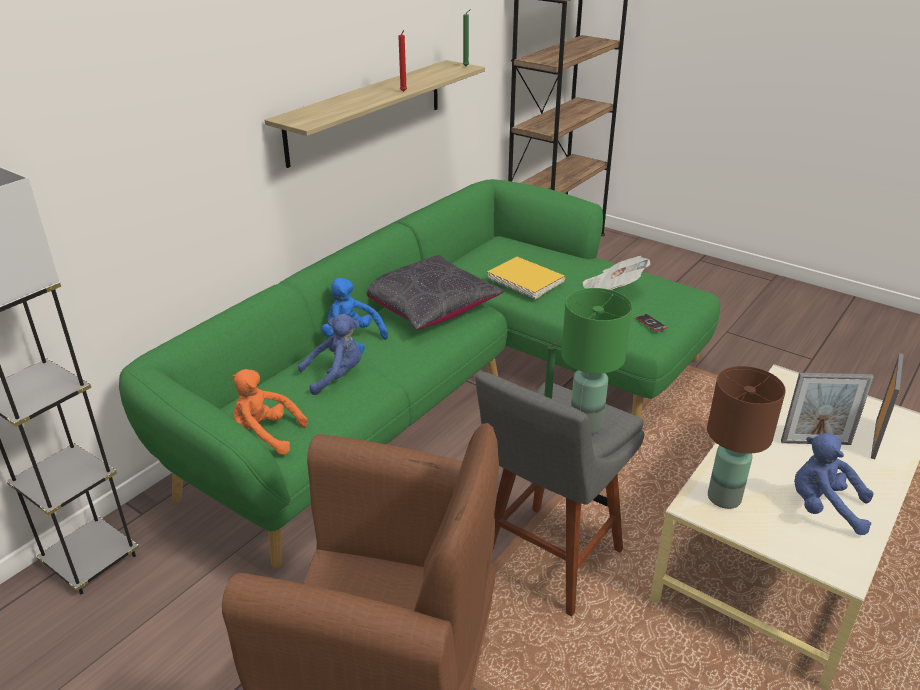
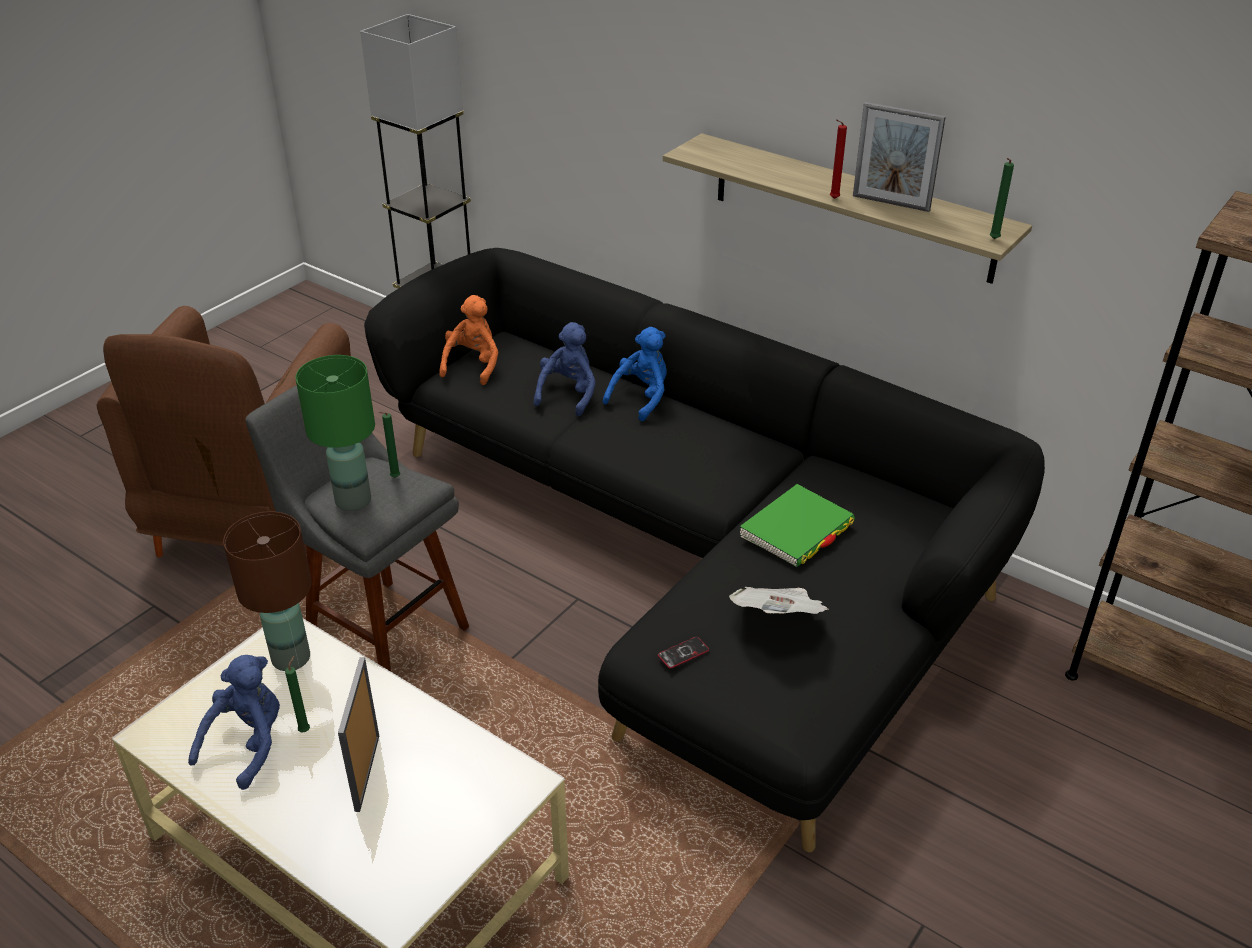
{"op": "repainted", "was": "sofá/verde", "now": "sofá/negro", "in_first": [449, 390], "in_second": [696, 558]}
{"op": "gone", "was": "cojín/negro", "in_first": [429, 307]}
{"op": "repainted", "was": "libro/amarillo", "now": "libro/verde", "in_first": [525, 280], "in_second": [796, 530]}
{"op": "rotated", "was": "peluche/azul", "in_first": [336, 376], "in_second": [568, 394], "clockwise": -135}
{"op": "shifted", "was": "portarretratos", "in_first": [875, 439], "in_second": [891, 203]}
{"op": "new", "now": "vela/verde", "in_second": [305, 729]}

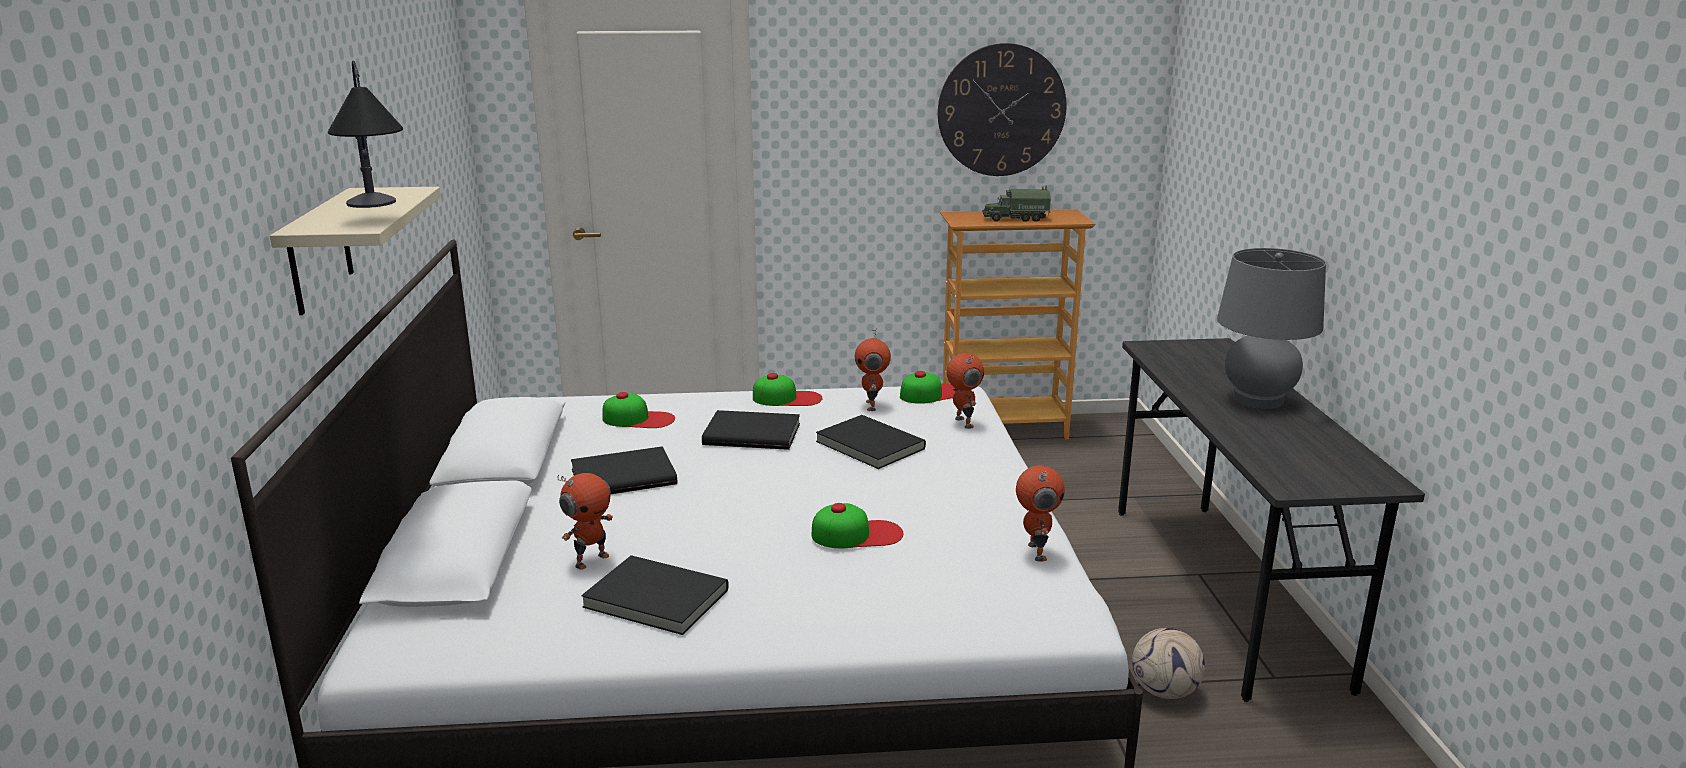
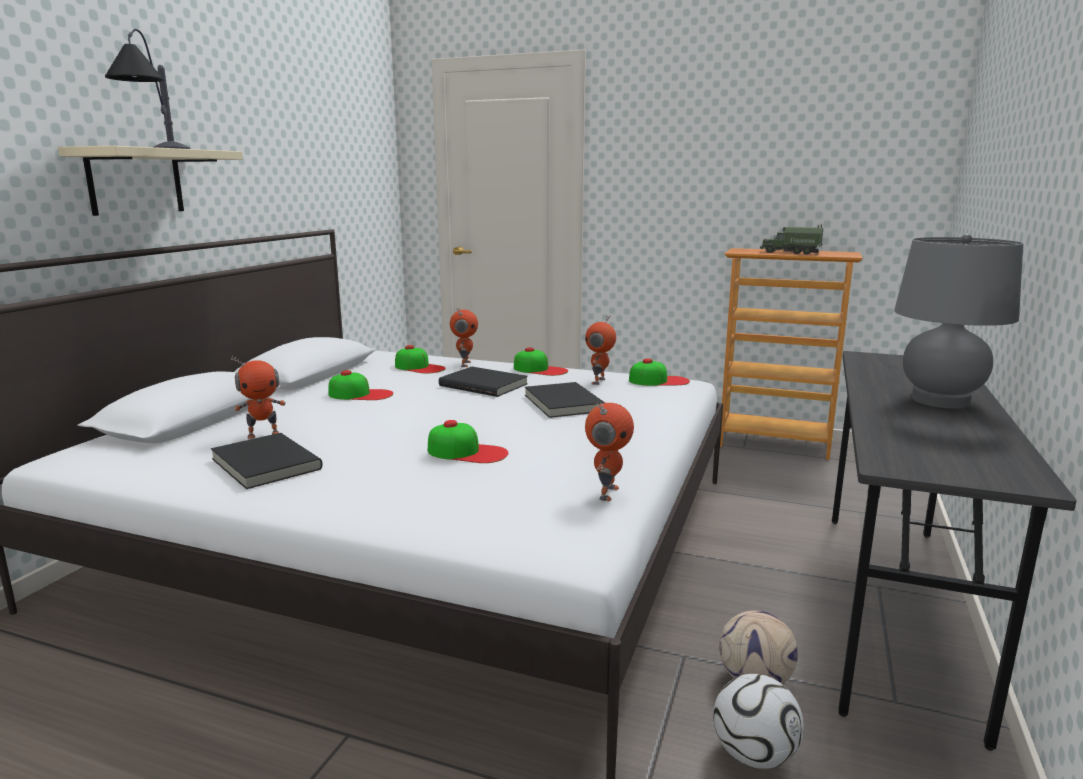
{"op": "gone", "was": "reloj de pared", "in_first": [1001, 110]}
{"op": "shifted", "was": "robot de juguete", "in_first": [962, 423], "in_second": [464, 364]}
{"op": "swapped", "was": "libro/negro", "now": "gorra", "in_first": [623, 476], "in_second": [361, 394]}
{"op": "new", "now": "balón de fútbol", "in_second": [754, 755]}

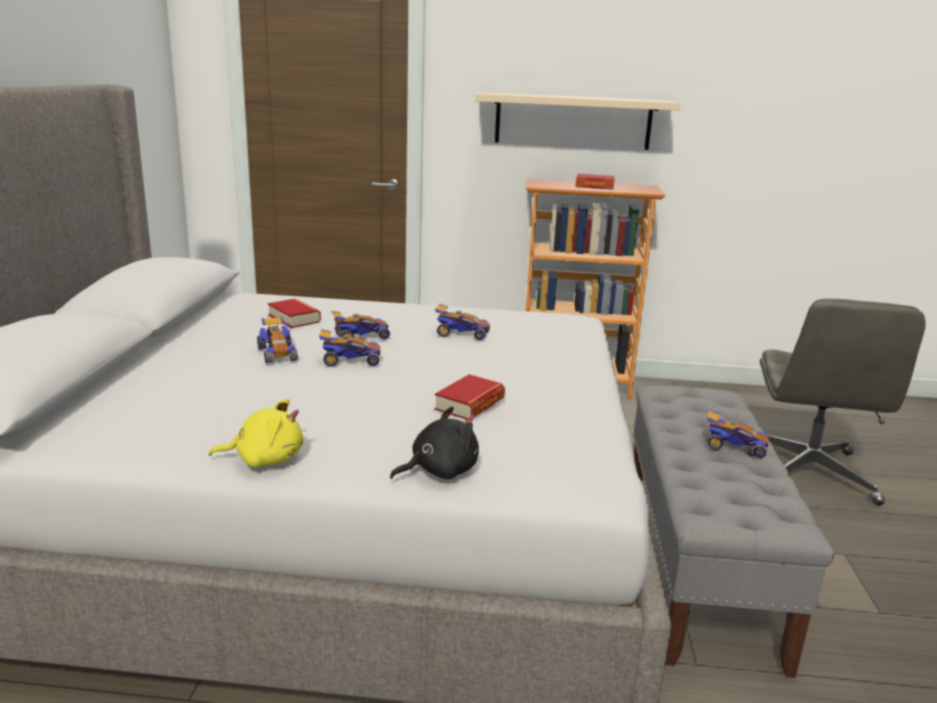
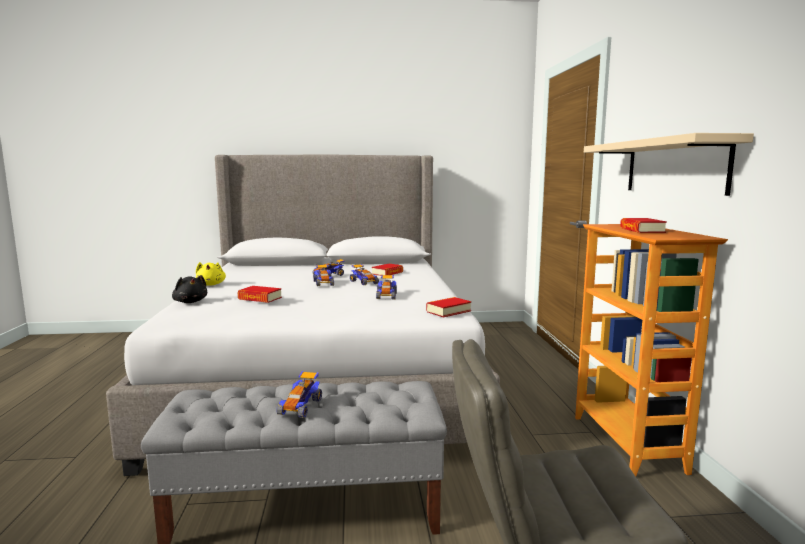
{"op": "new", "now": "libro", "in_second": [448, 311]}

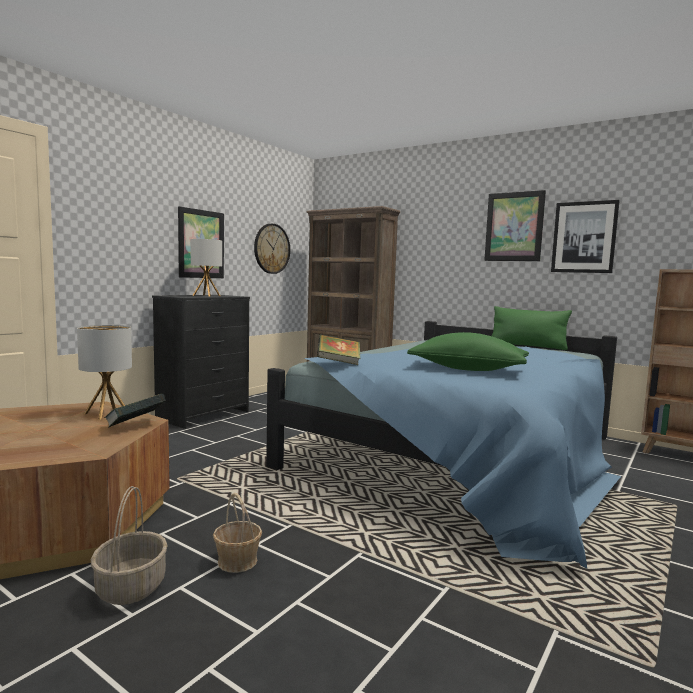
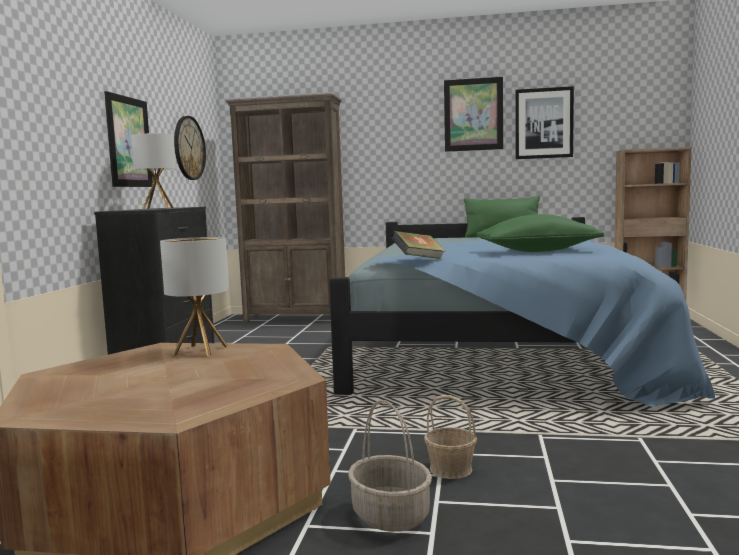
{"op": "gone", "was": "libro", "in_first": [135, 426]}

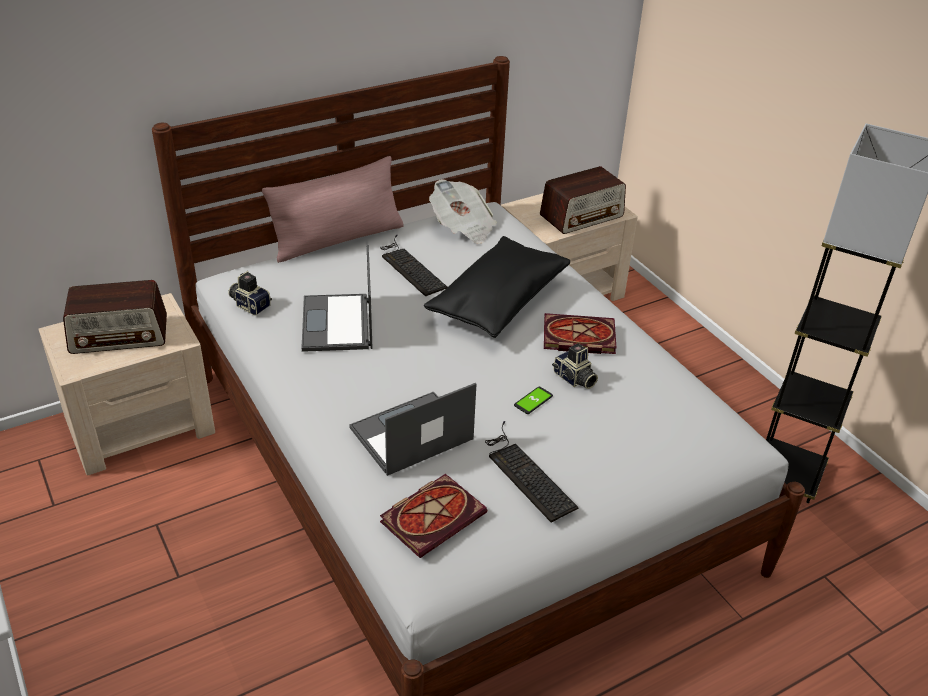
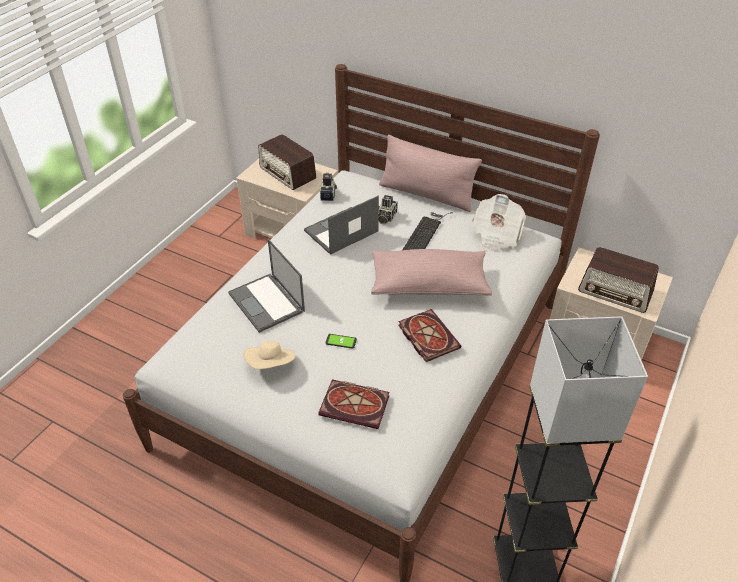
{"op": "repainted", "was": "cojín/negro", "now": "cojín/rosa", "in_first": [498, 302], "in_second": [429, 285]}
{"op": "shifted", "was": "cámara", "in_first": [574, 379], "in_second": [386, 217]}
{"op": "rotated", "was": "portátil", "in_first": [410, 435], "in_second": [267, 303], "clockwise": -150}
{"op": "swapped", "was": "teclado", "now": "sombrero/beis", "in_first": [525, 473], "in_second": [271, 365]}
{"op": "shifted", "was": "libro", "in_first": [433, 516], "in_second": [356, 405]}

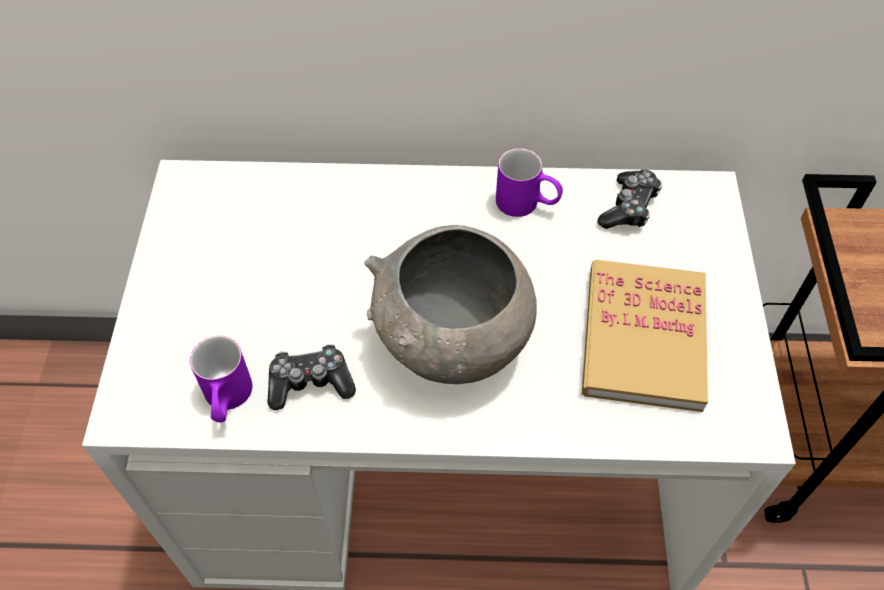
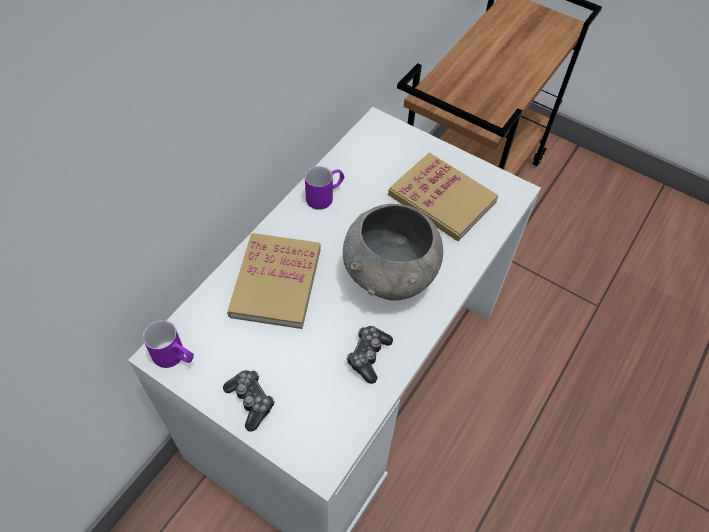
{"op": "shifted", "was": "mando de consola", "in_first": [629, 207], "in_second": [251, 401]}
{"op": "shifted", "was": "taza grande/morado", "in_first": [227, 400], "in_second": [175, 357]}
{"op": "new", "now": "libro", "in_second": [276, 282]}

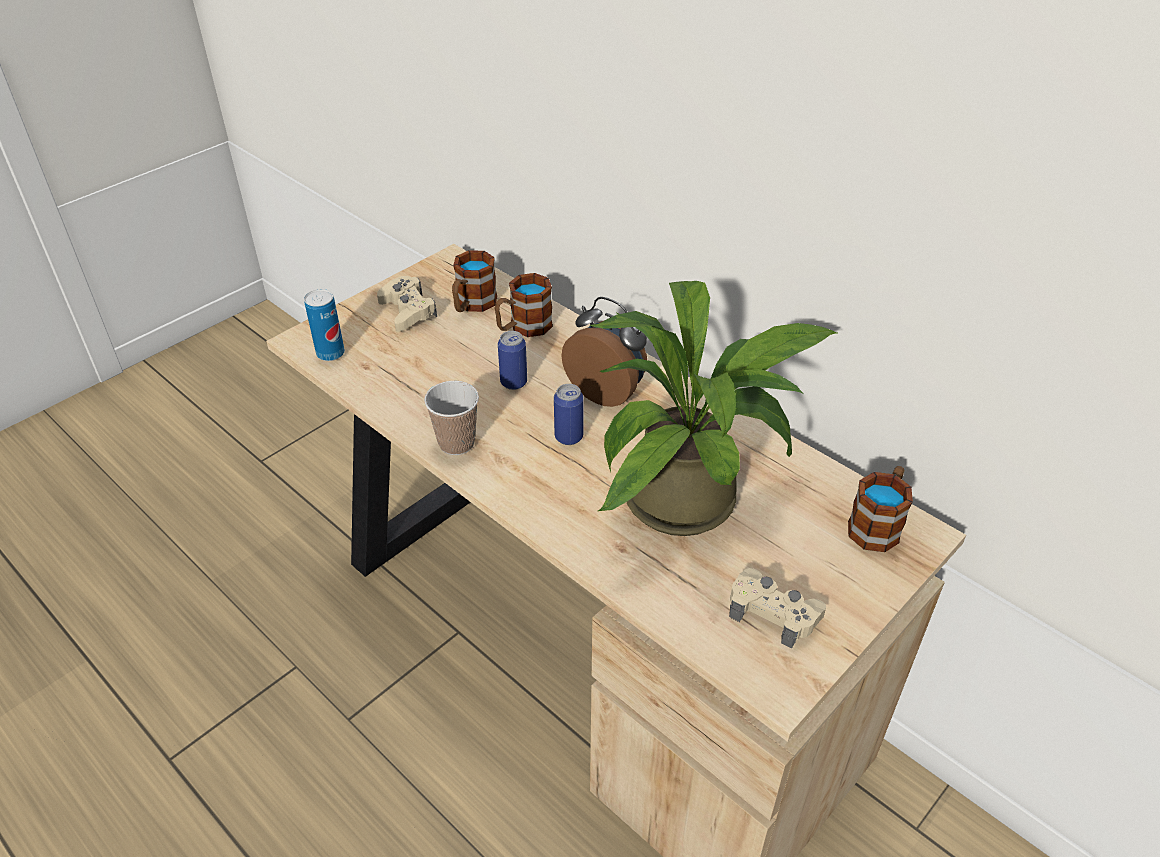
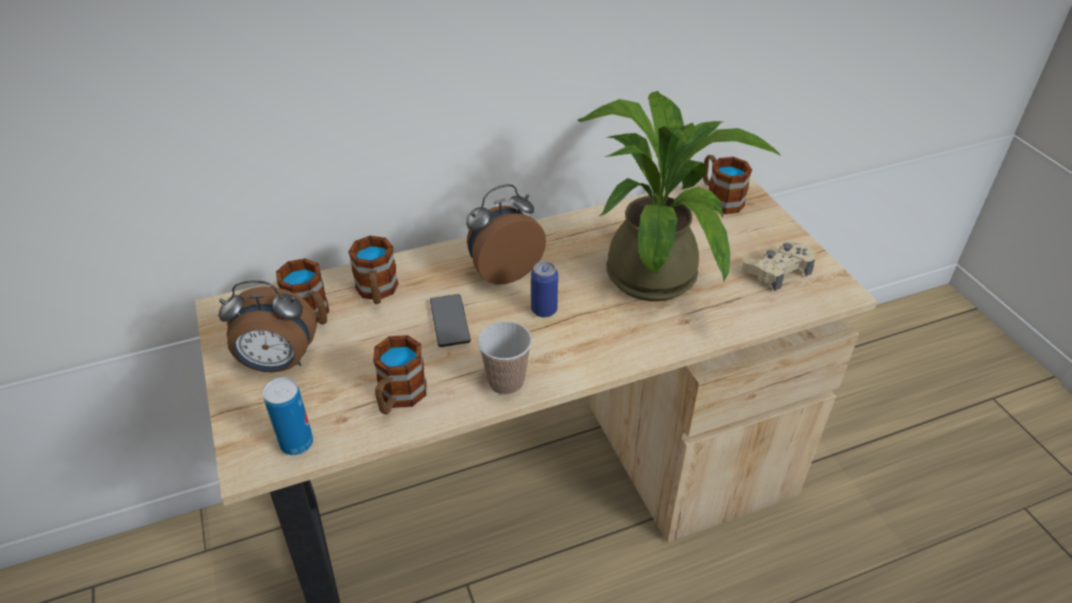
{"op": "swapped", "was": "mando de consola/beis", "now": "despertador", "in_first": [407, 311], "in_second": [278, 364]}
{"op": "swapped", "was": "lata", "now": "móvil", "in_first": [513, 382], "in_second": [450, 321]}
{"op": "new", "now": "taza grande", "in_second": [399, 398]}

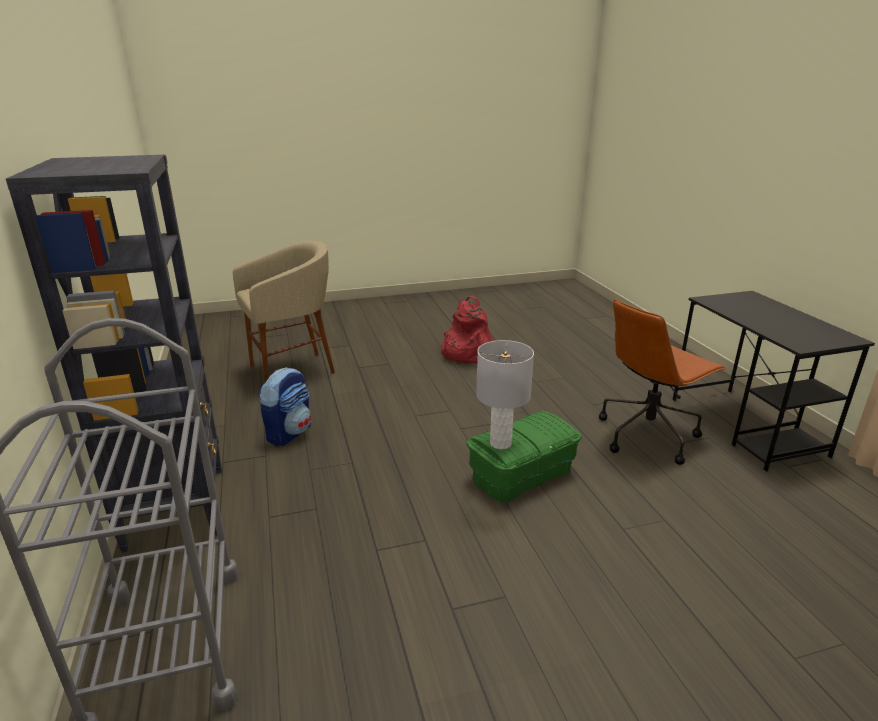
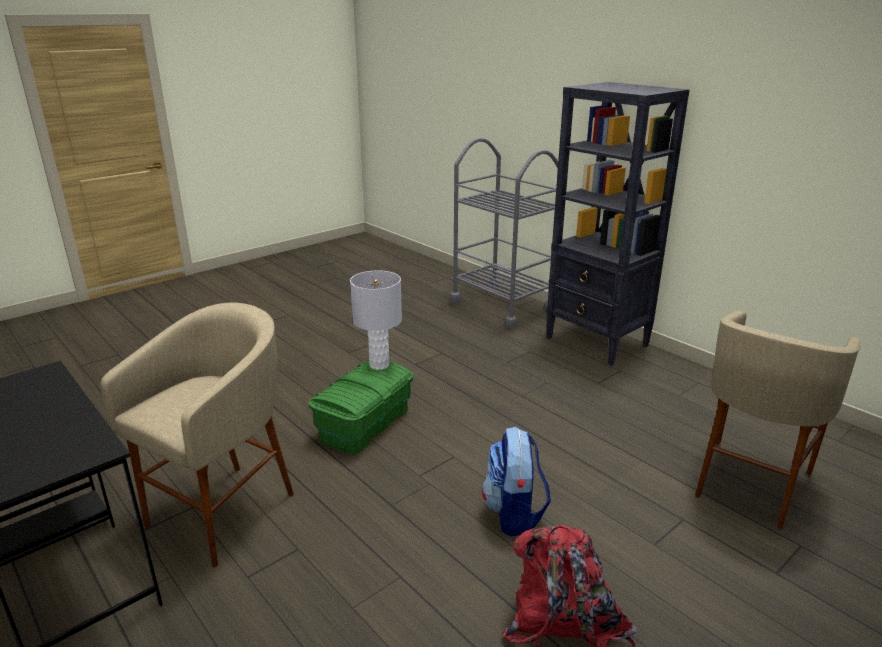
{"op": "swapped", "was": "silla de oficina/marrón", "now": "taburete/beis", "in_first": [648, 435], "in_second": [225, 511]}
{"op": "shifted", "was": "mochila", "in_first": [289, 433], "in_second": [514, 514]}

